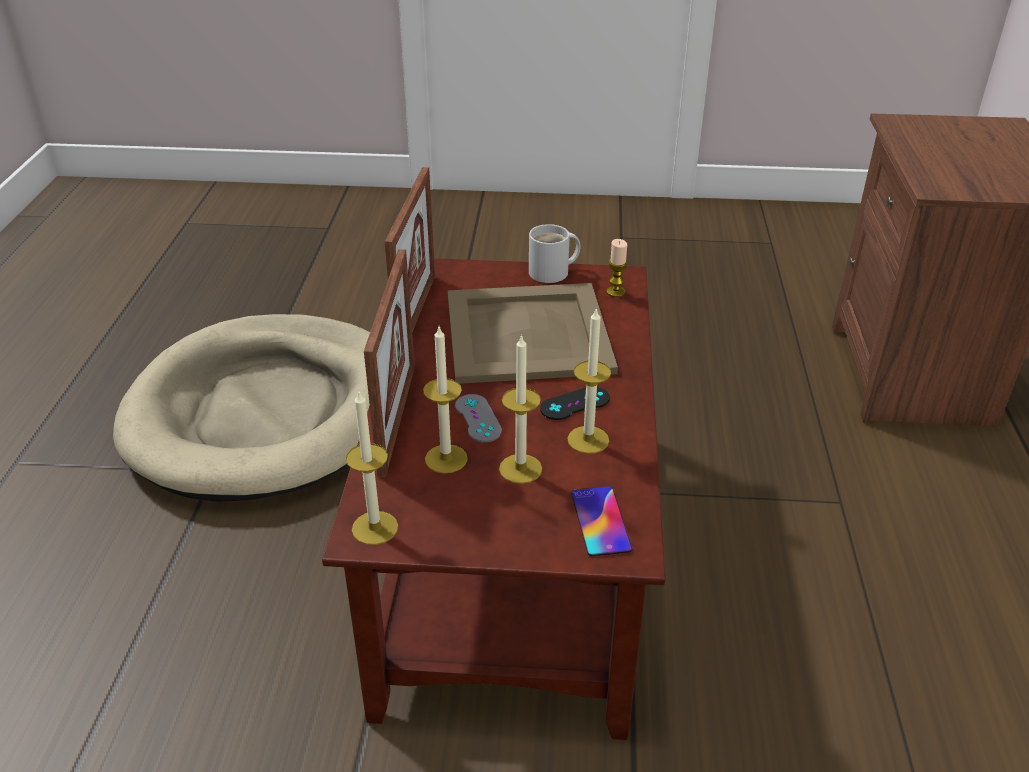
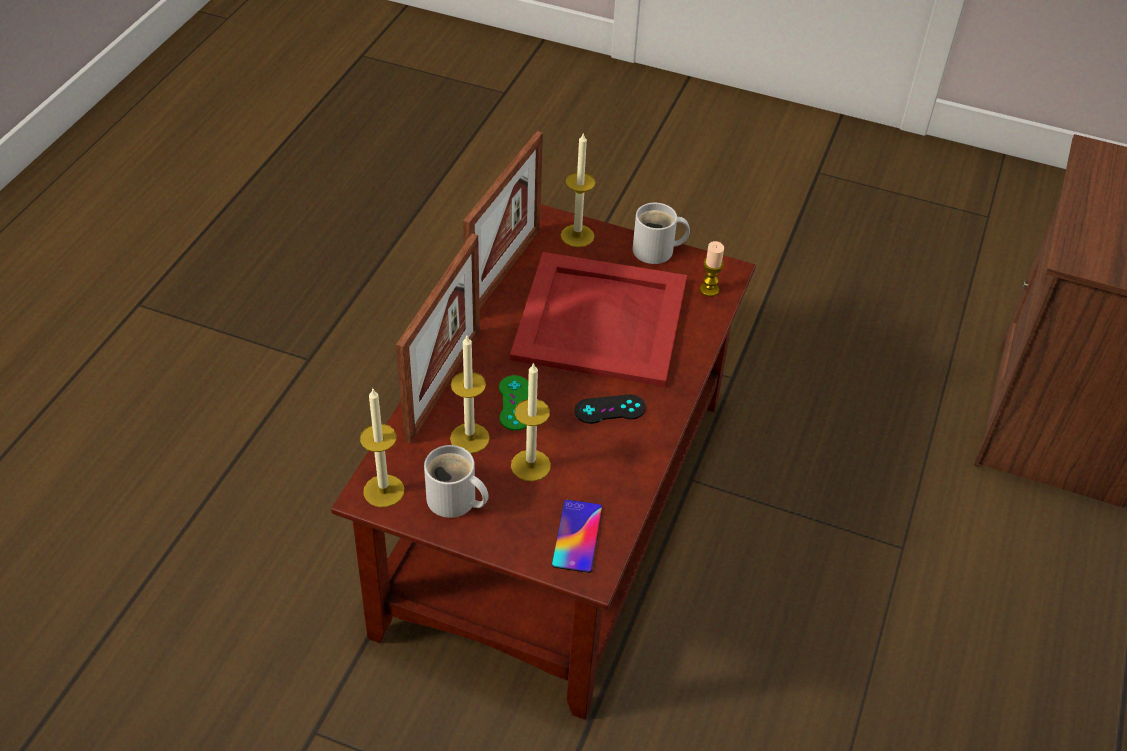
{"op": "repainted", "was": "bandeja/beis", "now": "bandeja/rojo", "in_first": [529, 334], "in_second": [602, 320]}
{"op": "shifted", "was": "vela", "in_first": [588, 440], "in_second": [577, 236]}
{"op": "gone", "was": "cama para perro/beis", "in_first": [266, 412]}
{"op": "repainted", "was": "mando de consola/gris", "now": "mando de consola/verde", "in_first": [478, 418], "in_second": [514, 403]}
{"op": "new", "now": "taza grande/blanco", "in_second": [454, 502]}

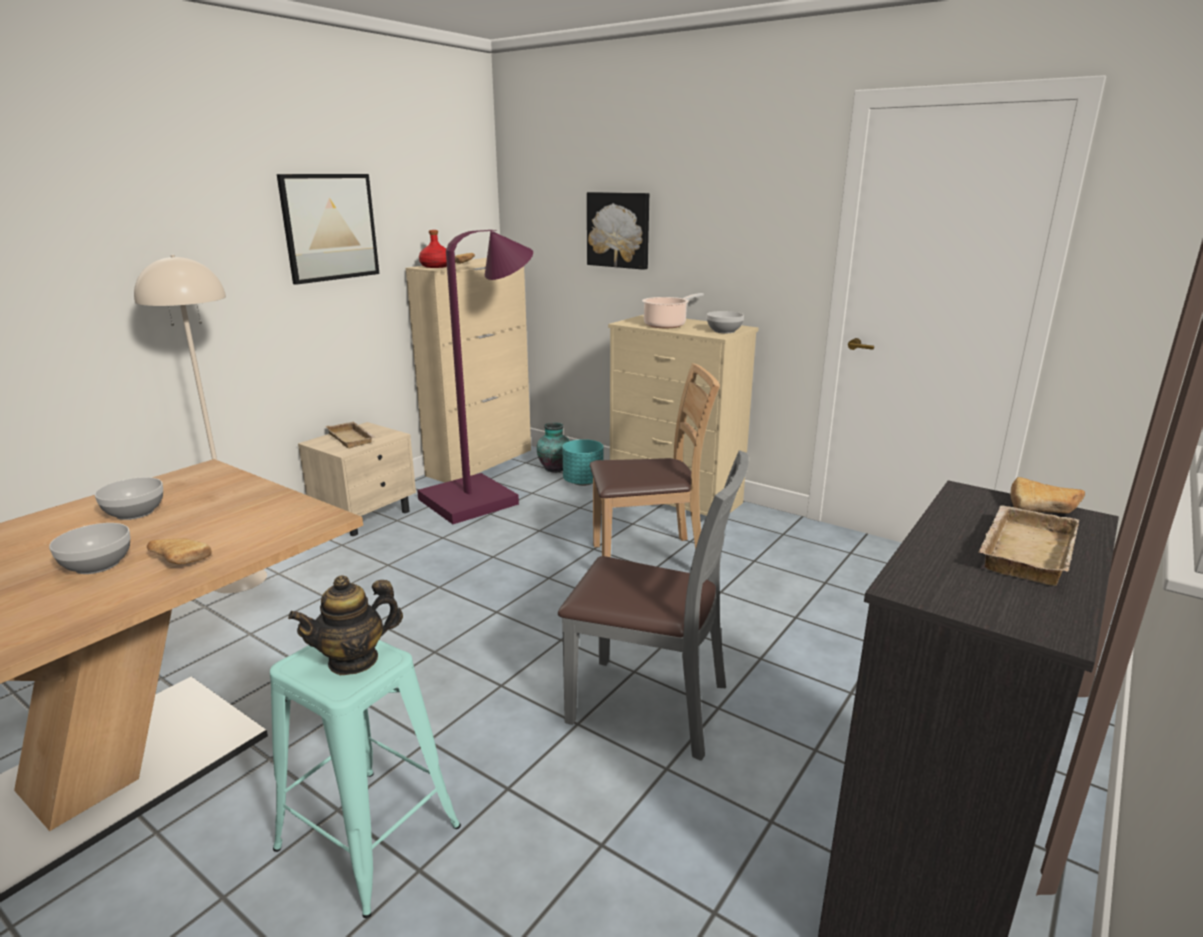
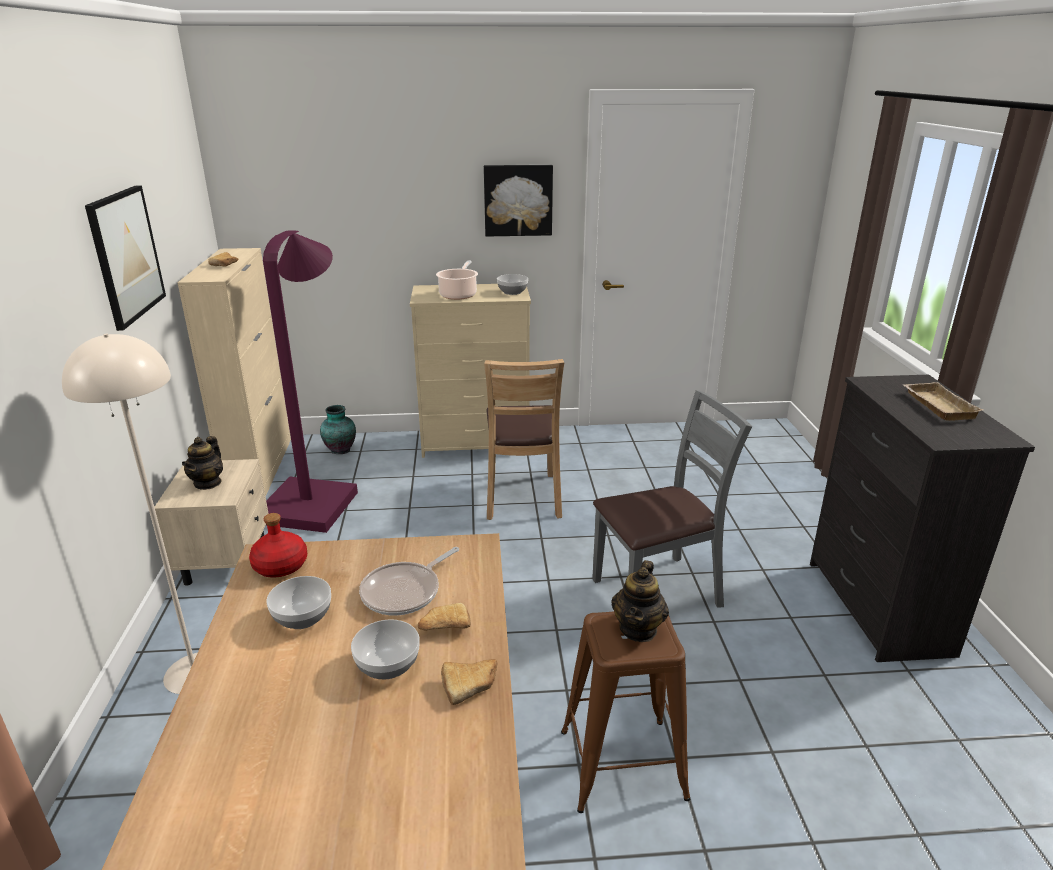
{"op": "shifted", "was": "cuadro", "in_first": [619, 230], "in_second": [518, 200]}
{"op": "shifted", "was": "botella/rojo", "in_first": [436, 266], "in_second": [281, 566]}
{"op": "rotated", "was": "silla/marrón", "in_first": [649, 559], "in_second": [522, 497], "clockwise": 135}
{"op": "swapped", "was": "bandeja/beis", "now": "tetera", "in_first": [353, 439], "in_second": [208, 483]}
{"op": "gone", "was": "maceta/turquesa", "in_first": [583, 482]}
{"op": "shifted", "was": "pan", "in_first": [1045, 508], "in_second": [472, 685]}
{"op": "repainted", "was": "taburete/turquesa", "now": "taburete/marrón", "in_first": [368, 837], "in_second": [622, 764]}
{"op": "new", "now": "sartén", "in_second": [405, 592]}

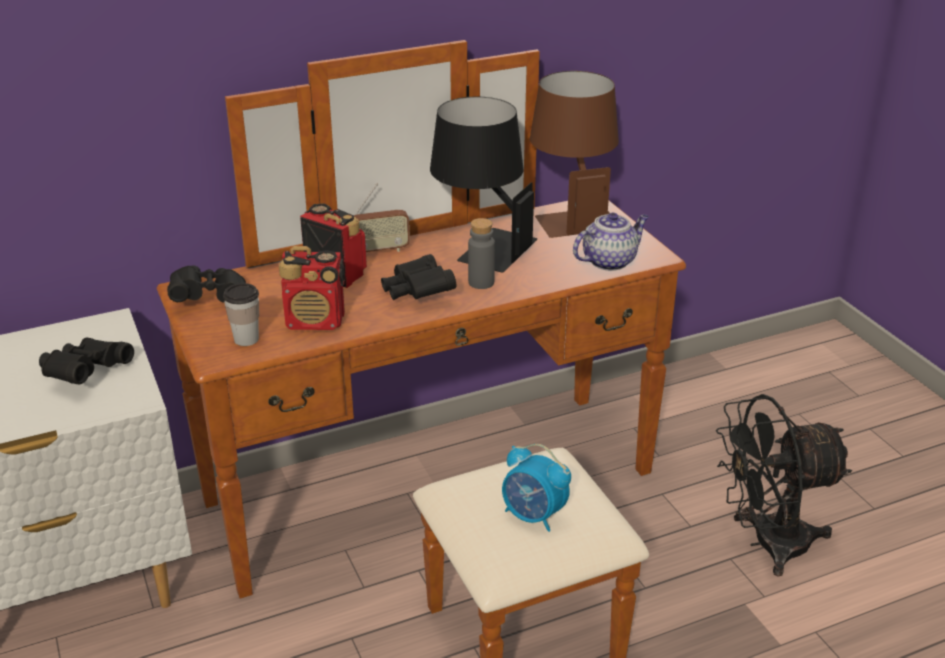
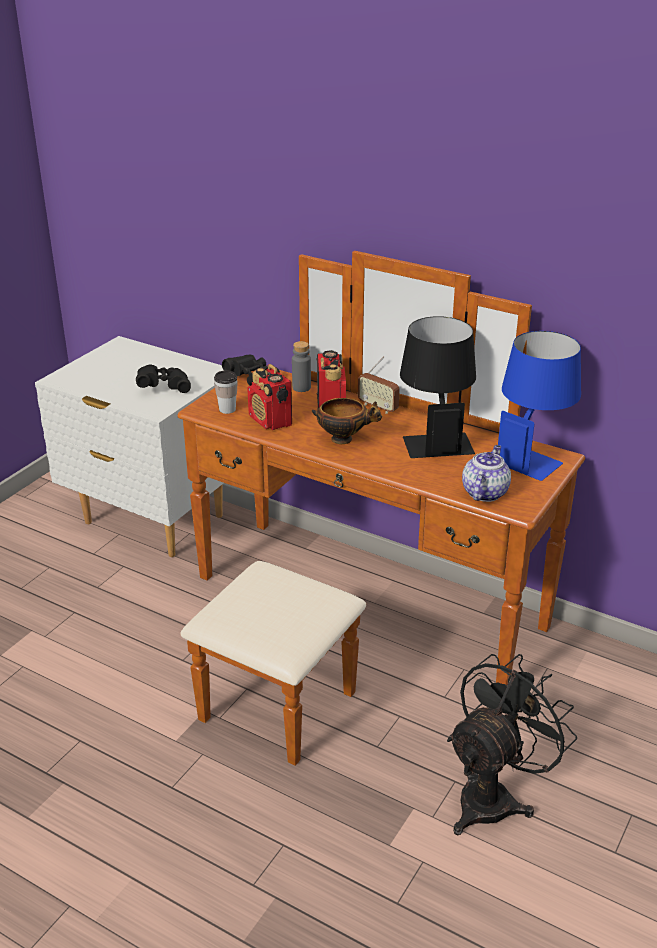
{"op": "repainted", "was": "lámpara de mesa/marrón", "now": "lámpara de mesa/azul", "in_first": [571, 214], "in_second": [530, 454]}
{"op": "rotated", "was": "tetera", "in_first": [609, 261], "in_second": [484, 492], "clockwise": -90}
{"op": "shifted", "was": "botella/gris", "in_first": [481, 282], "in_second": [301, 387]}
{"op": "swapped", "was": "prismáticos/negro", "now": "cuenco", "in_first": [417, 293], "in_second": [344, 439]}
{"op": "rotated", "was": "ventilador/negro", "in_first": [767, 544], "in_second": [494, 796], "clockwise": 90}
{"op": "gone", "was": "despertador", "in_first": [533, 516]}

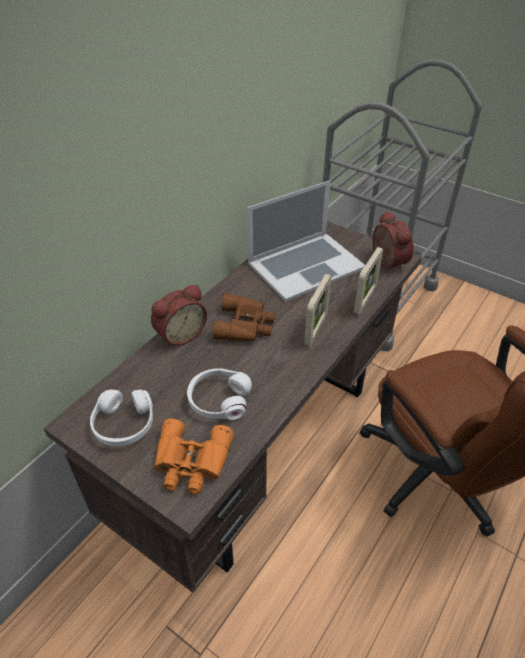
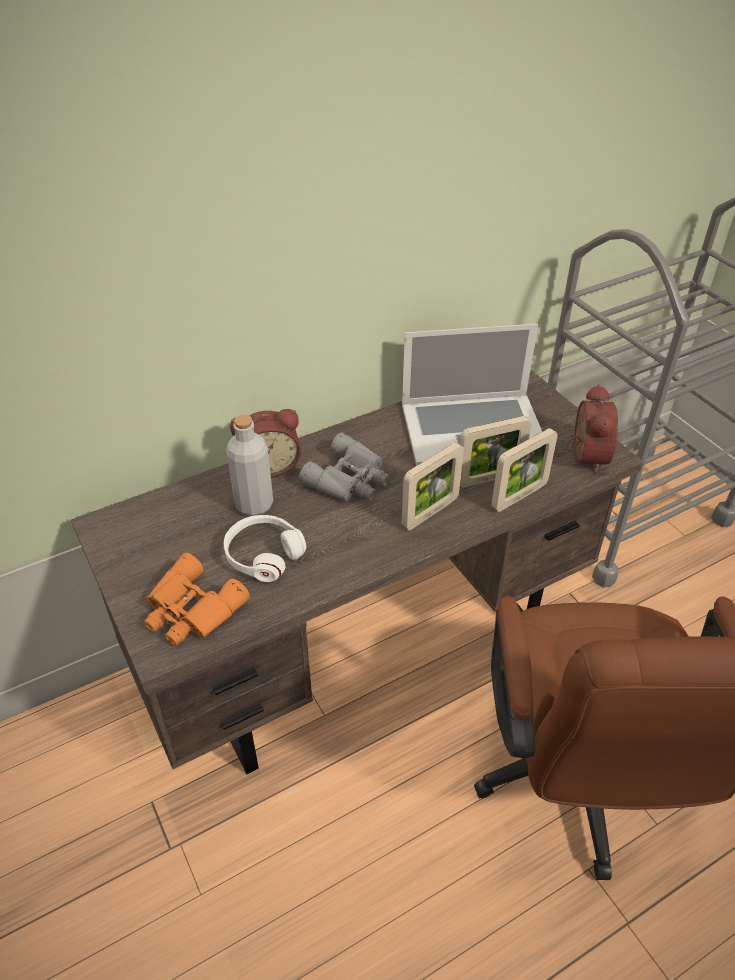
{"op": "repainted", "was": "prismáticos/marrón", "now": "prismáticos/gris", "in_first": [246, 325], "in_second": [350, 479]}
{"op": "gone", "was": "auriculares/blanco", "in_first": [124, 424]}
{"op": "new", "now": "botella/gris", "in_second": [254, 504]}
{"op": "new", "now": "portarretratos", "in_second": [489, 478]}

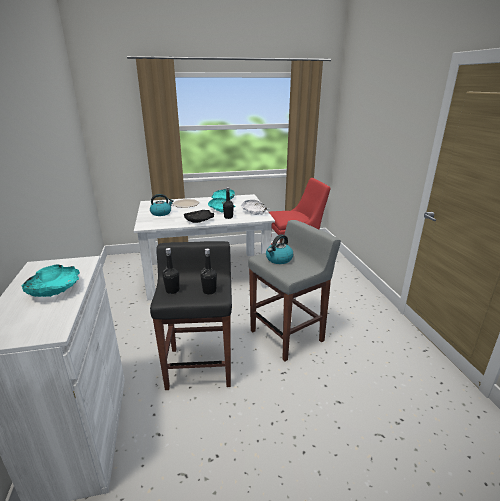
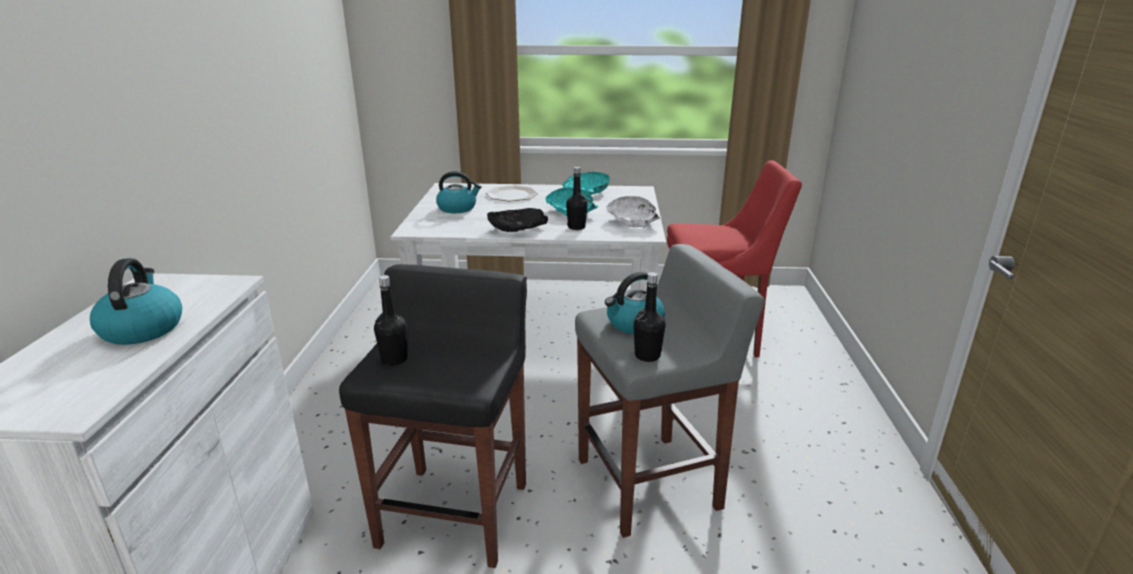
{"op": "shifted", "was": "botella/negro", "in_first": [209, 291], "in_second": [647, 356]}
{"op": "swapped", "was": "cuenco/turquesa", "now": "hervidor", "in_first": [54, 289], "in_second": [142, 328]}

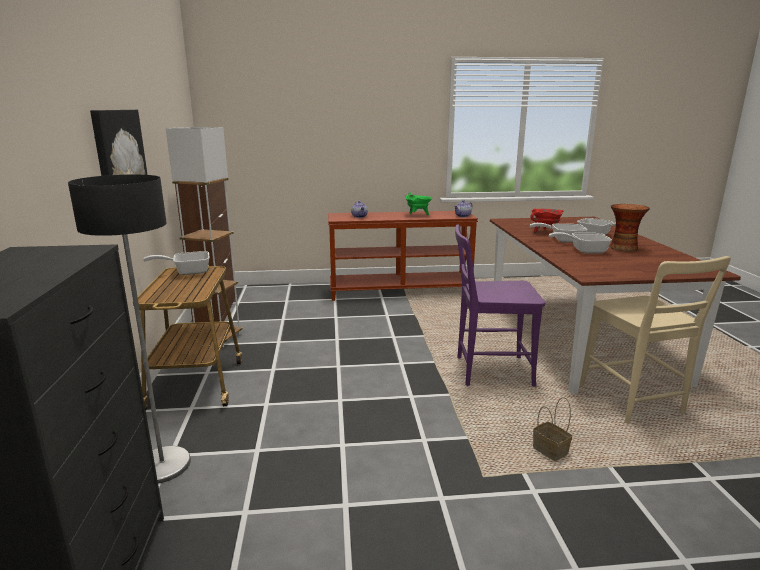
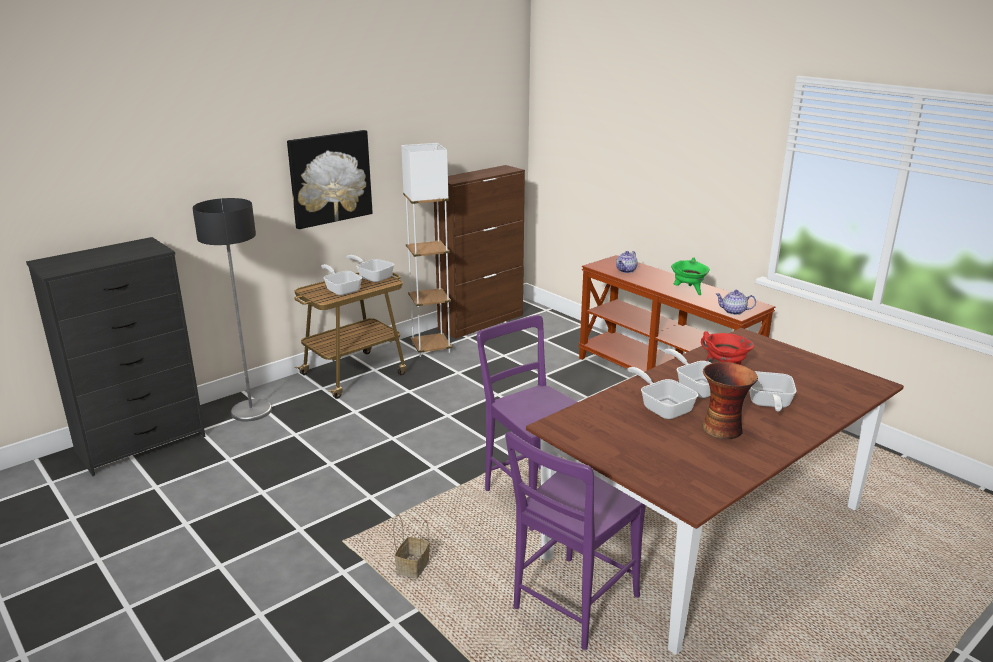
{"op": "repainted", "was": "silla/beis", "now": "silla/morado", "in_first": [633, 401], "in_second": [571, 605]}
{"op": "new", "now": "sartén", "in_second": [341, 289]}

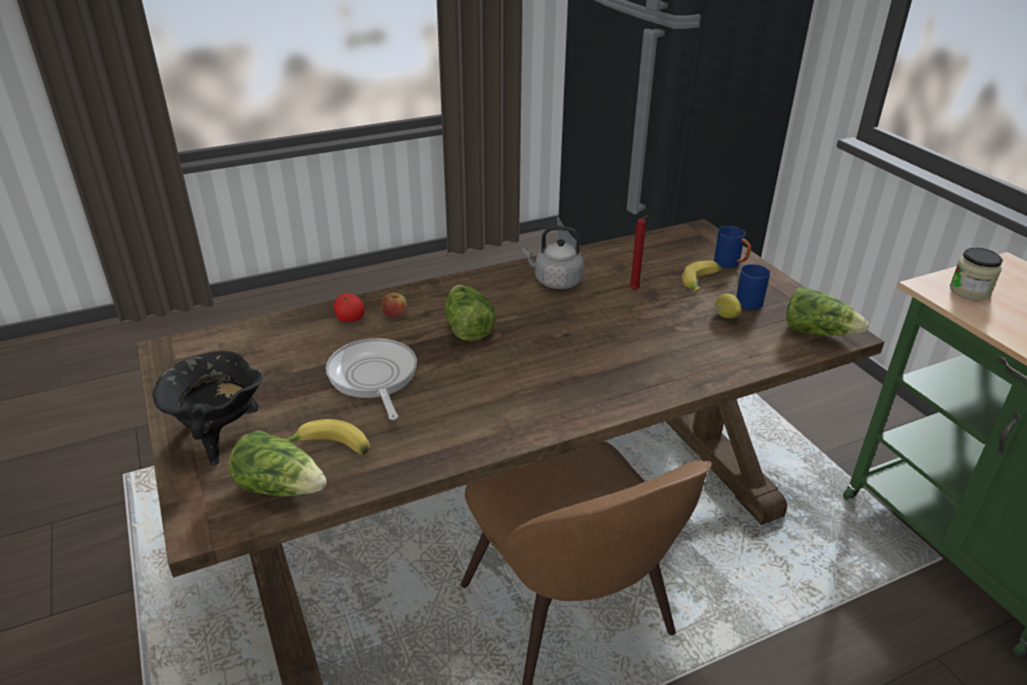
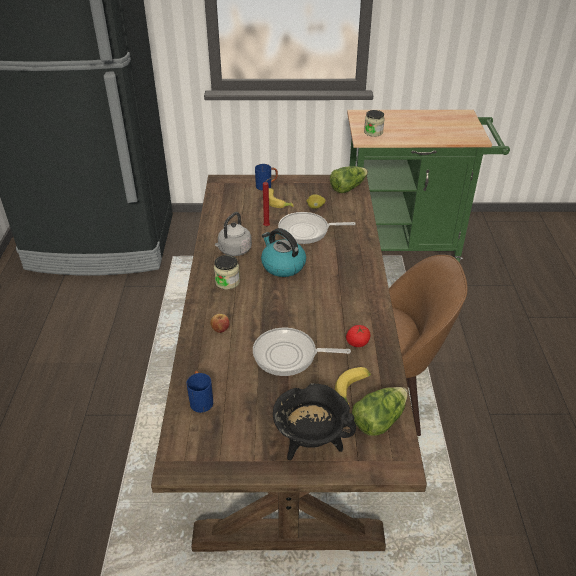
{"op": "shifted", "was": "taza grande/azul", "in_first": [752, 301], "in_second": [200, 400]}
{"op": "gone", "was": "lechuga", "in_first": [467, 328]}
{"op": "shifted", "was": "tomate", "in_first": [349, 319], "in_second": [357, 343]}
{"op": "new", "now": "sartén", "in_second": [307, 231]}
{"op": "new", "now": "hervidor", "in_second": [282, 265]}
{"op": "new", "now": "tarro", "in_second": [227, 282]}

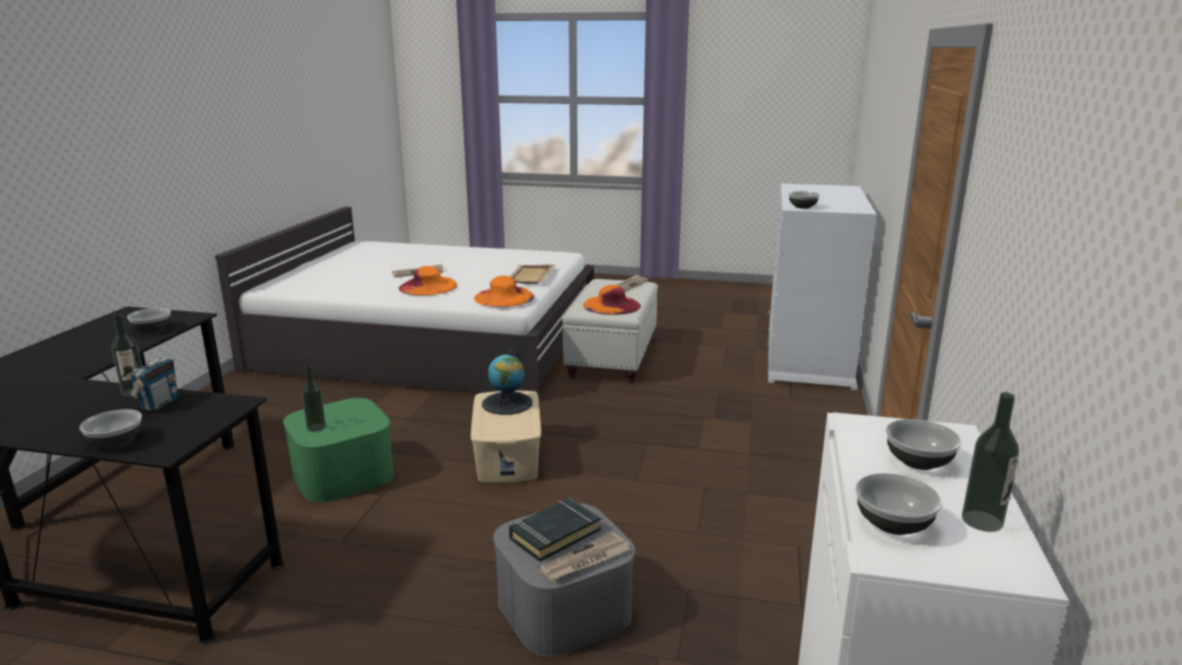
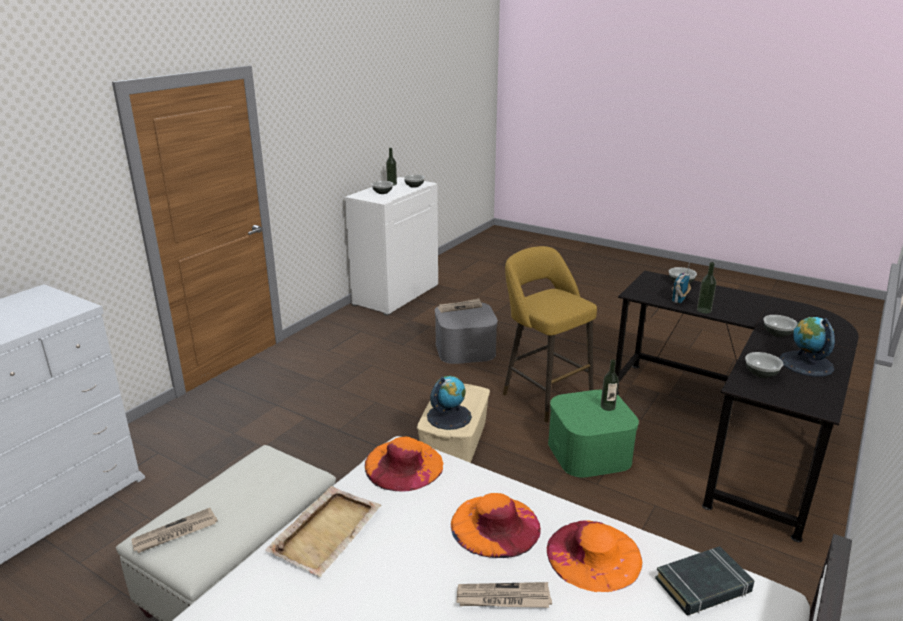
{"op": "shifted", "was": "cuenco", "in_first": [802, 207], "in_second": [778, 333]}
{"op": "shifted", "was": "sombrero/naranja", "in_first": [611, 305], "in_second": [593, 555]}
{"op": "shifted", "was": "libro/negro", "in_first": [554, 534], "in_second": [703, 586]}
{"op": "new", "now": "taburete/amarillo", "in_second": [543, 394]}
{"op": "new", "now": "globo terráqueo", "in_second": [806, 364]}

